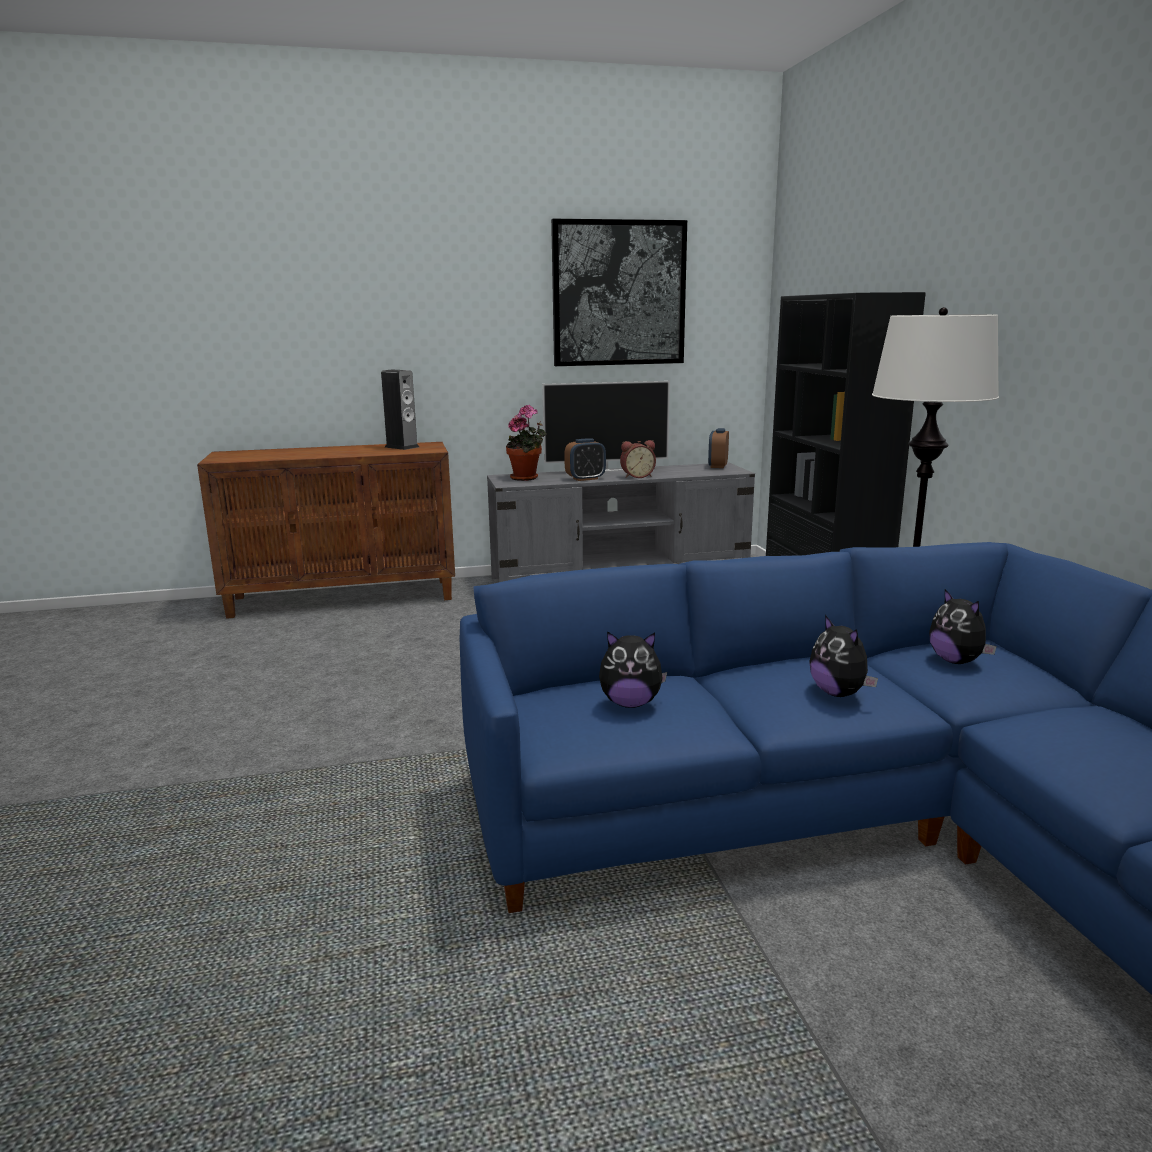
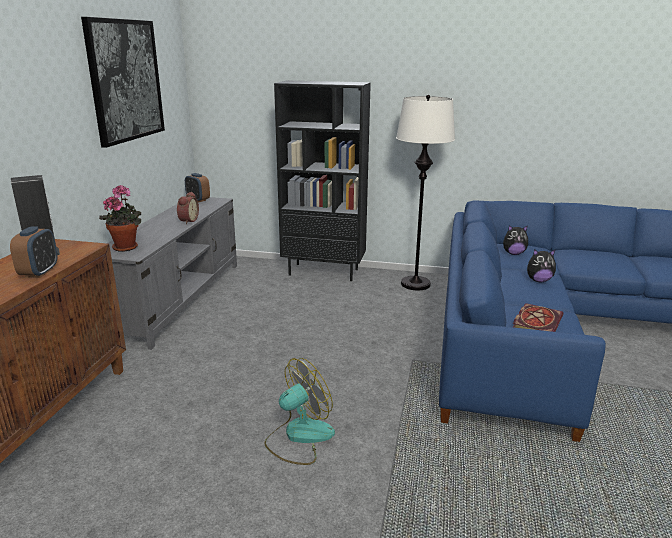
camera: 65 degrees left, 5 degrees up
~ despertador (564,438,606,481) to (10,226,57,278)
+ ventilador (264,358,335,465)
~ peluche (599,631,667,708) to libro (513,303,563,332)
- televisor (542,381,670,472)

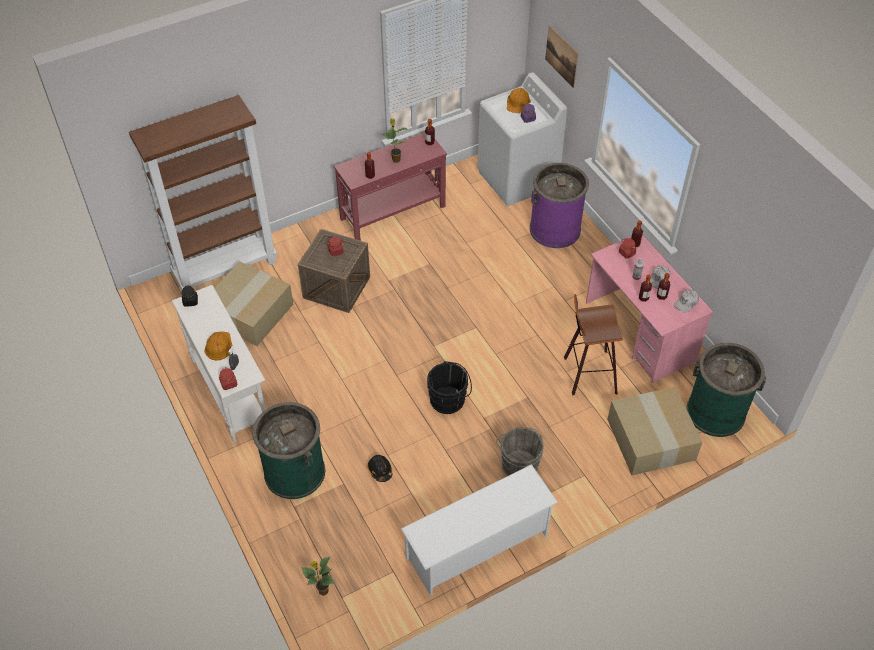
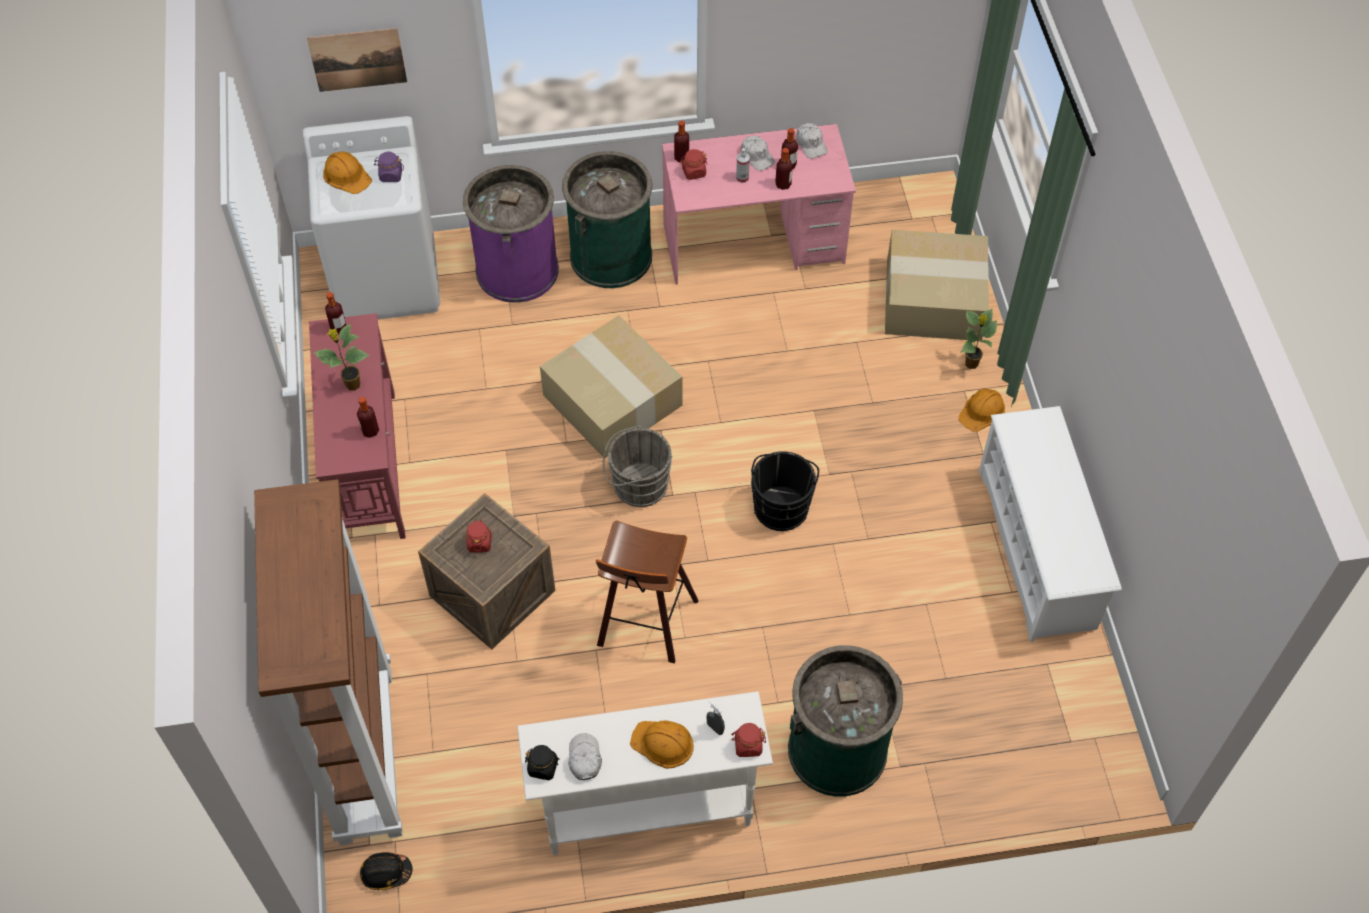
camera: 70 degrees left, 5 degrees up
~ casco [negro] (367,455,392,482) to (360,852,412,890)
~ caja de cartón (215,261,293,346) to (540,315,683,458)
~ papelera [verde] (686,343,766,437) to (562,151,653,288)
+ gorra [blanco] (568,733,602,780)
~ taburete (564,294,623,395) to (596,520,698,663)
~ cubo [gris] (496,427,544,476) to (603,425,672,507)
+ casco [naranja] (958,389,1005,432)
~ planta en maceta (301,557,336,596) to (961,309,997,369)

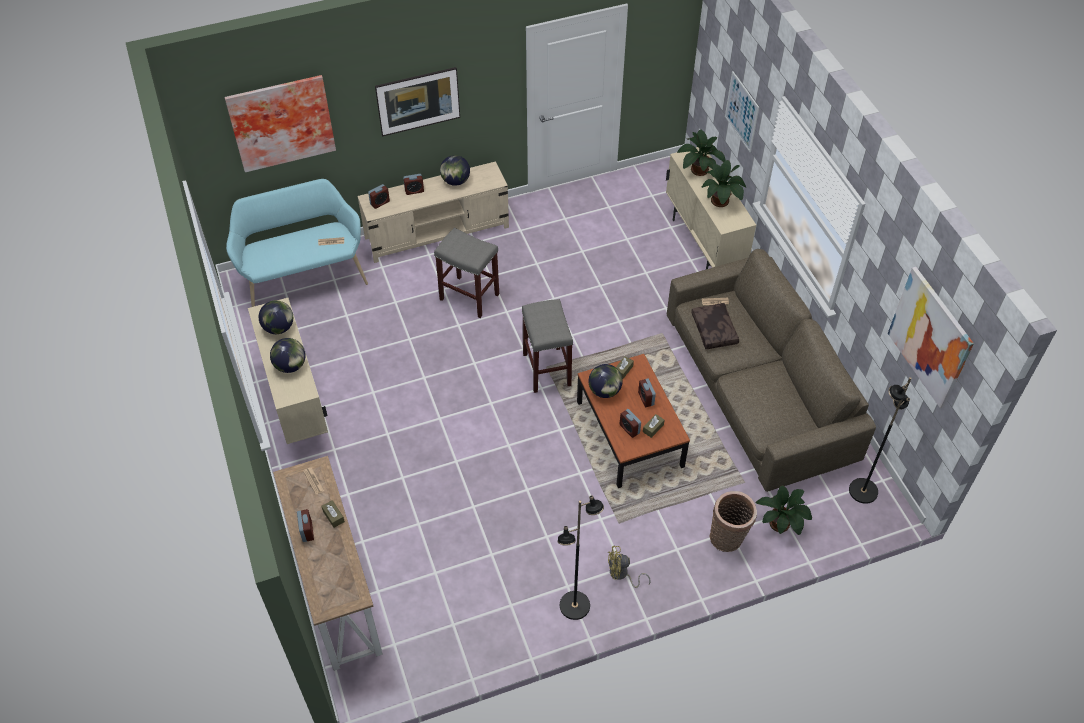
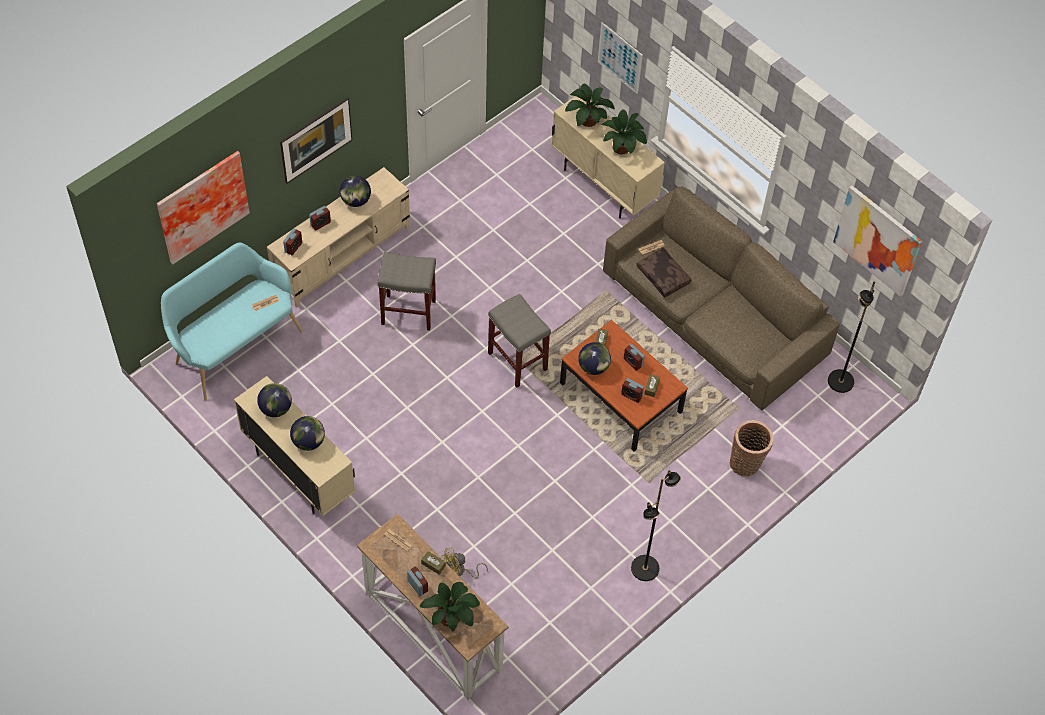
camera: 25 degrees left, 5 degrees up
~ planta en maceta (756,485,812,535) to (420,582,480,631)
~ ventilador [amarillo] (608,546,651,588) to (442,547,488,579)

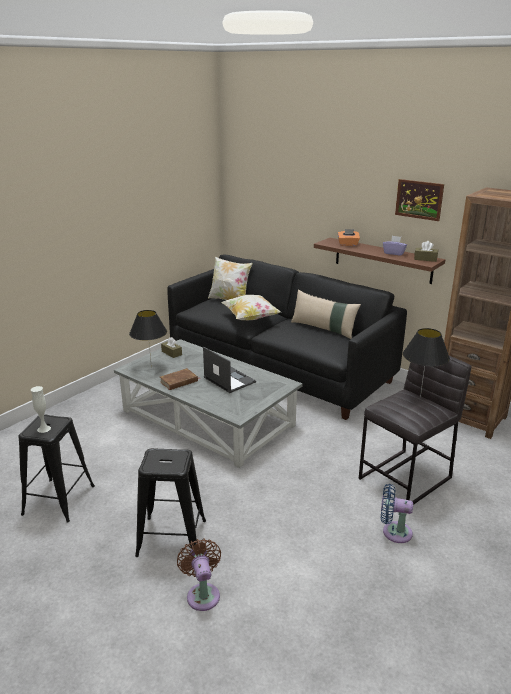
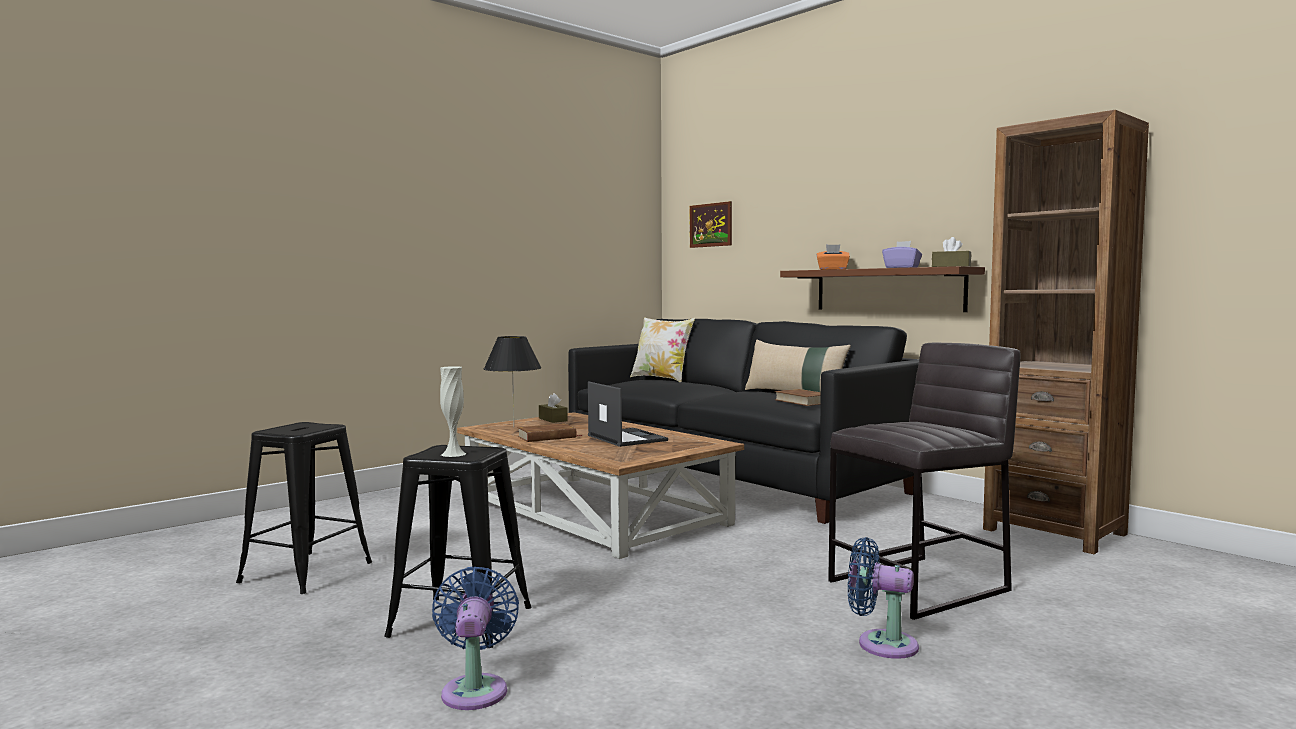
camera: 10 degrees right, 20 degrees down
~ ventilador [marrón] (177,538,221,611) to ventilador [azul] (432,567,519,710)
~ florero [blanco] (31,386,51,433) to (440,366,467,457)
~ mesa de centro [gris] (114,339,302,468) to mesa de centro [marrón] (457,412,744,559)
~ cuadro (395,179,444,221) to (690,201,732,248)
+ libro [marrón] (775,389,821,406)
- cojín (221,295,281,320)
- lámpara de mesa [negro] (403,328,450,398)

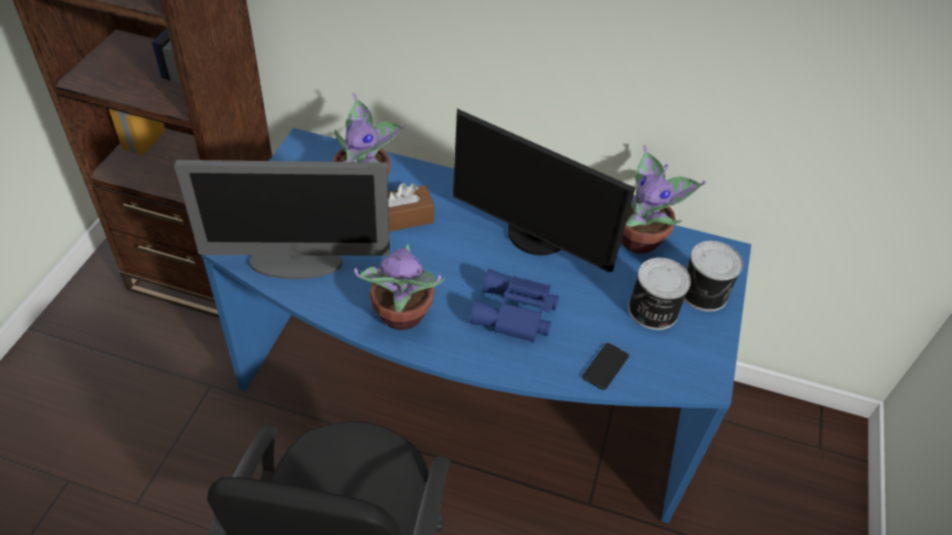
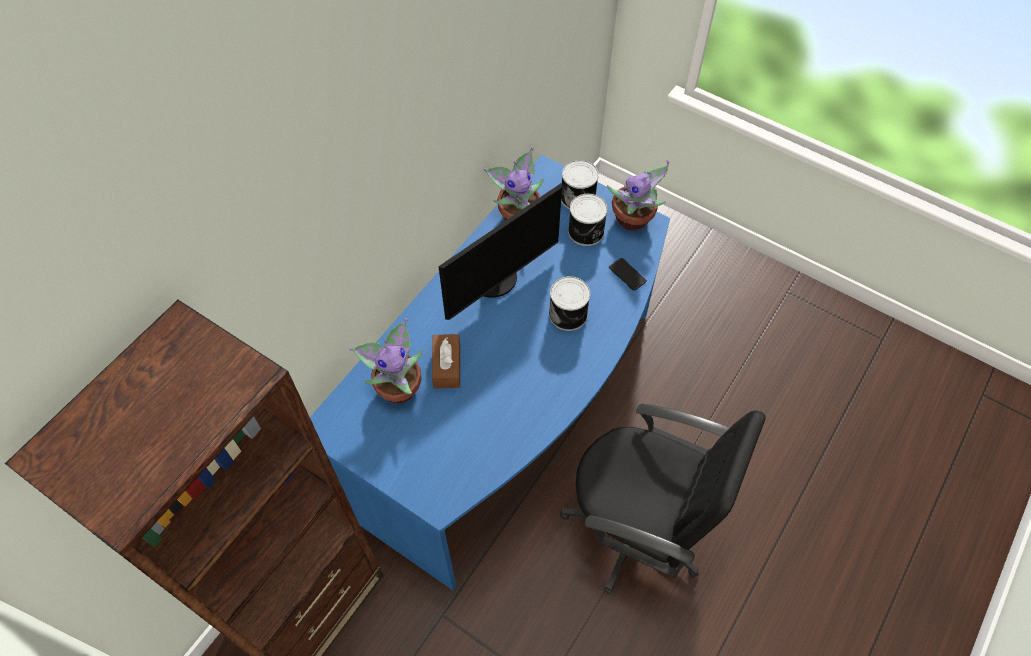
camera: 70 degrees left, 10 degrees up
~ prismáticos [azul] (470,269,559,343) to lata (549,276,590,331)
~ planta en maceta (354,244,445,330) to (607,160,669,231)
- monitor (174,160,390,279)

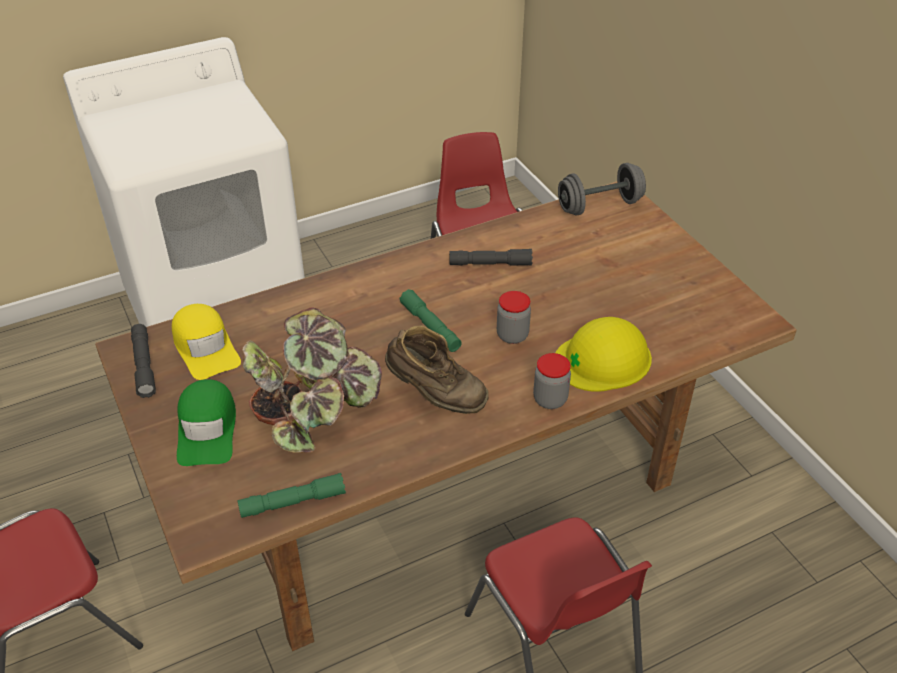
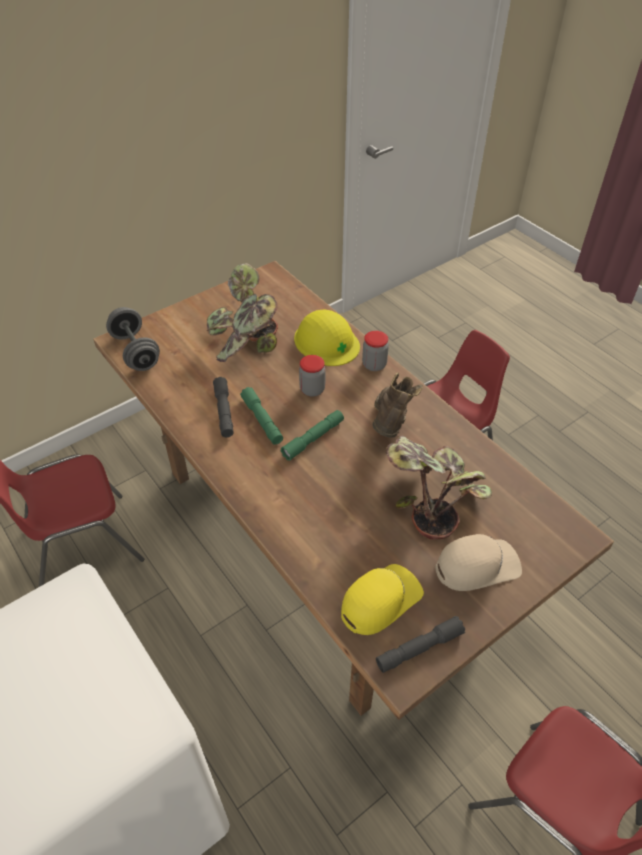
camera: 100 degrees left, 5 degrees up
+ planta en maceta (207,263,278,362)
~ linterna [verde] (238,473,346,518) to (240,387,283,445)
~ gorra [verde] (177,379,236,466) to gorra [beis] (435,534,522,591)

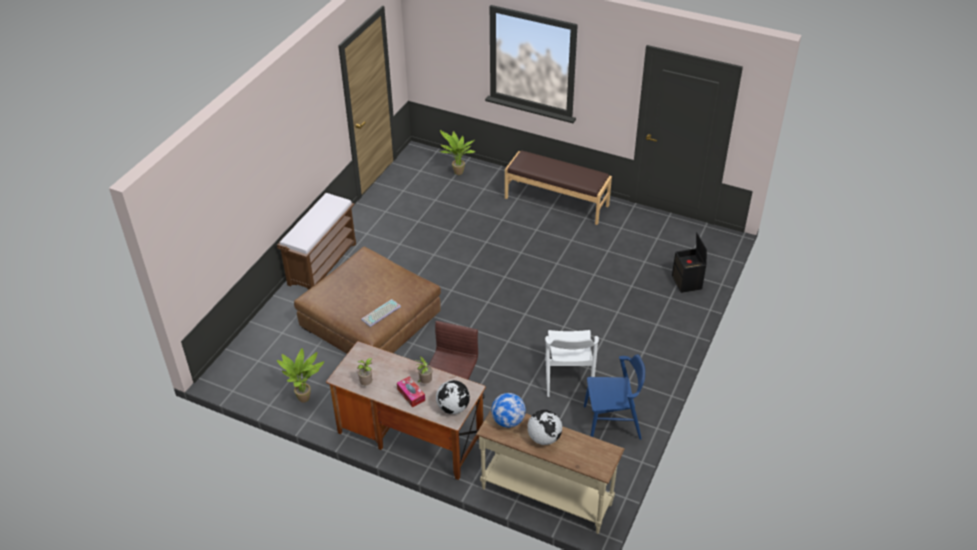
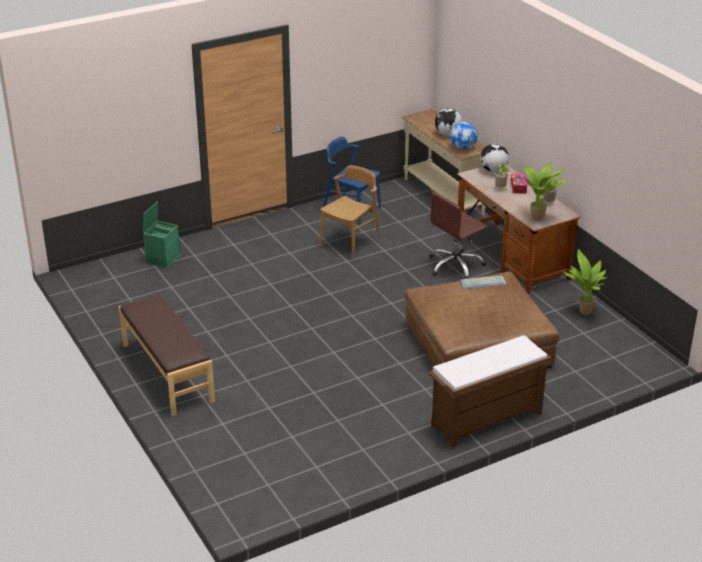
camera: 145 degrees left, 10 degrees down
~ caja de almacenaje [negro] (672,232,707,293) to caja de almacenaje [verde] (143,201,181,268)
~ silla [blanco] (545,330,599,397) to silla [marrón] (319,165,380,259)
~ planta en maceta (440,130,476,175) to (523,162,568,221)

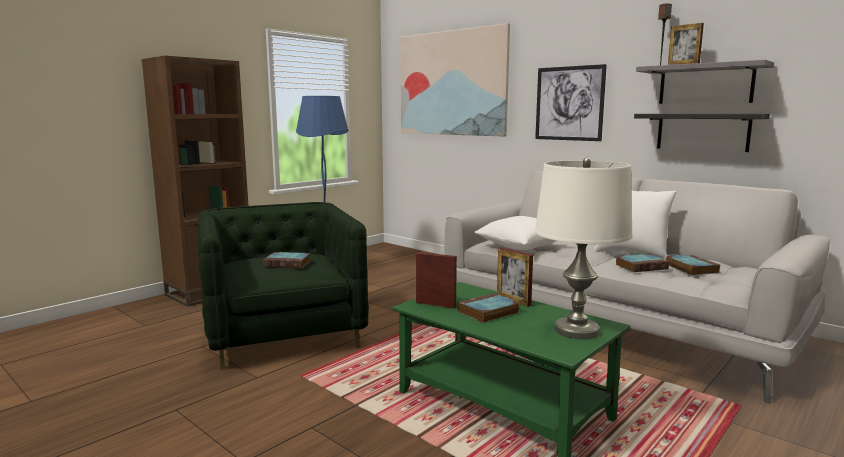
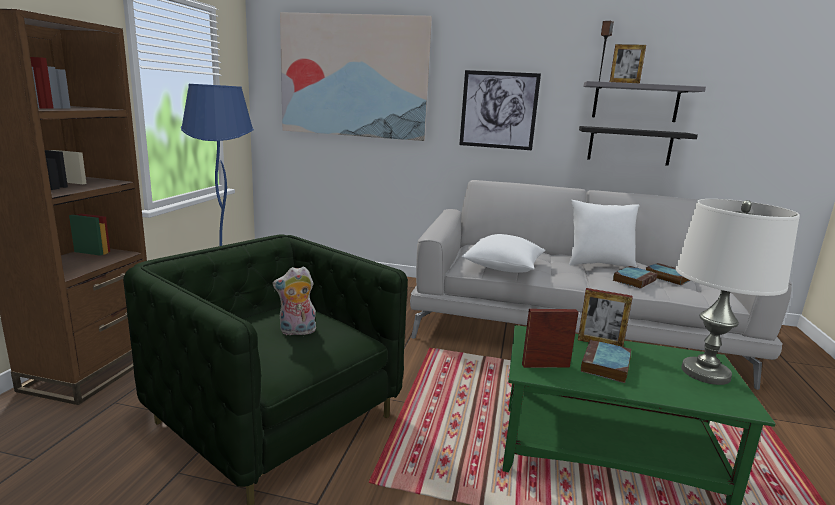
camera: 30 degrees left, 5 degrees up
~ libro (263,252,310,268) to peluche (272,266,316,336)

